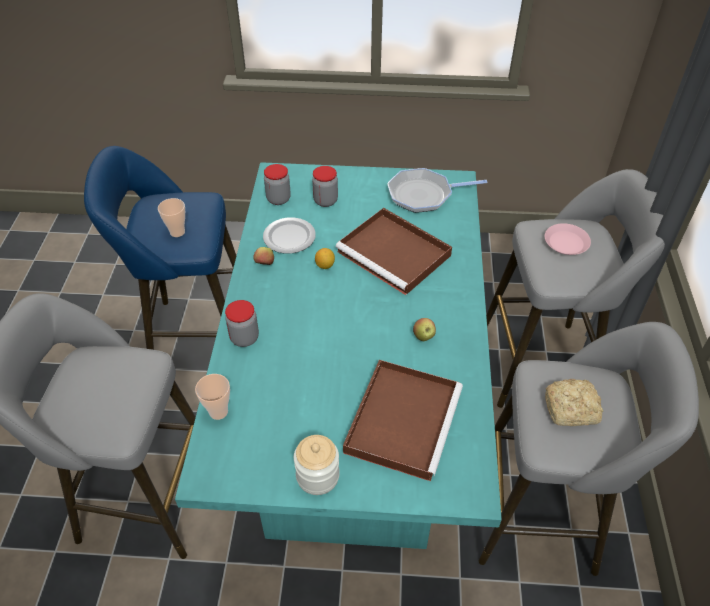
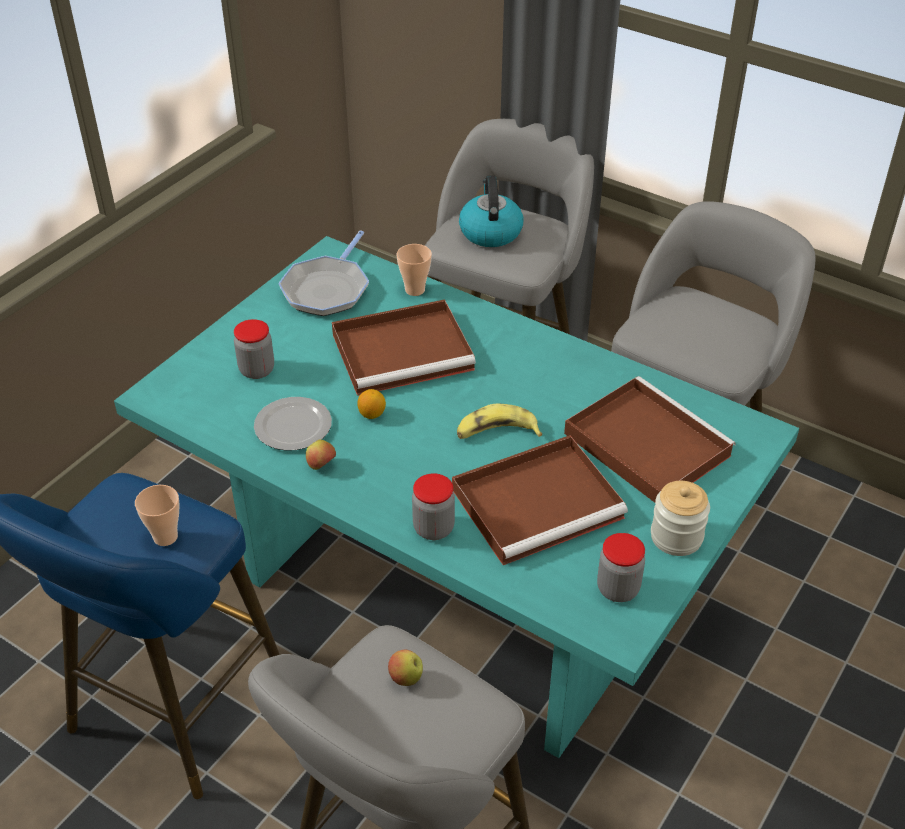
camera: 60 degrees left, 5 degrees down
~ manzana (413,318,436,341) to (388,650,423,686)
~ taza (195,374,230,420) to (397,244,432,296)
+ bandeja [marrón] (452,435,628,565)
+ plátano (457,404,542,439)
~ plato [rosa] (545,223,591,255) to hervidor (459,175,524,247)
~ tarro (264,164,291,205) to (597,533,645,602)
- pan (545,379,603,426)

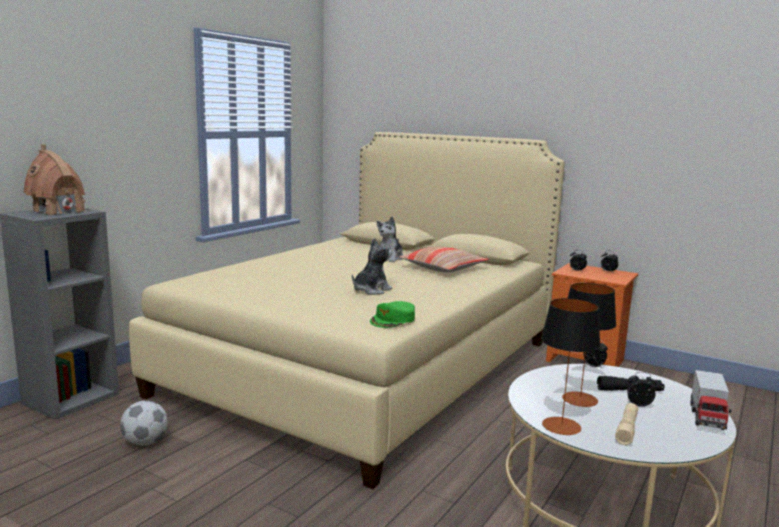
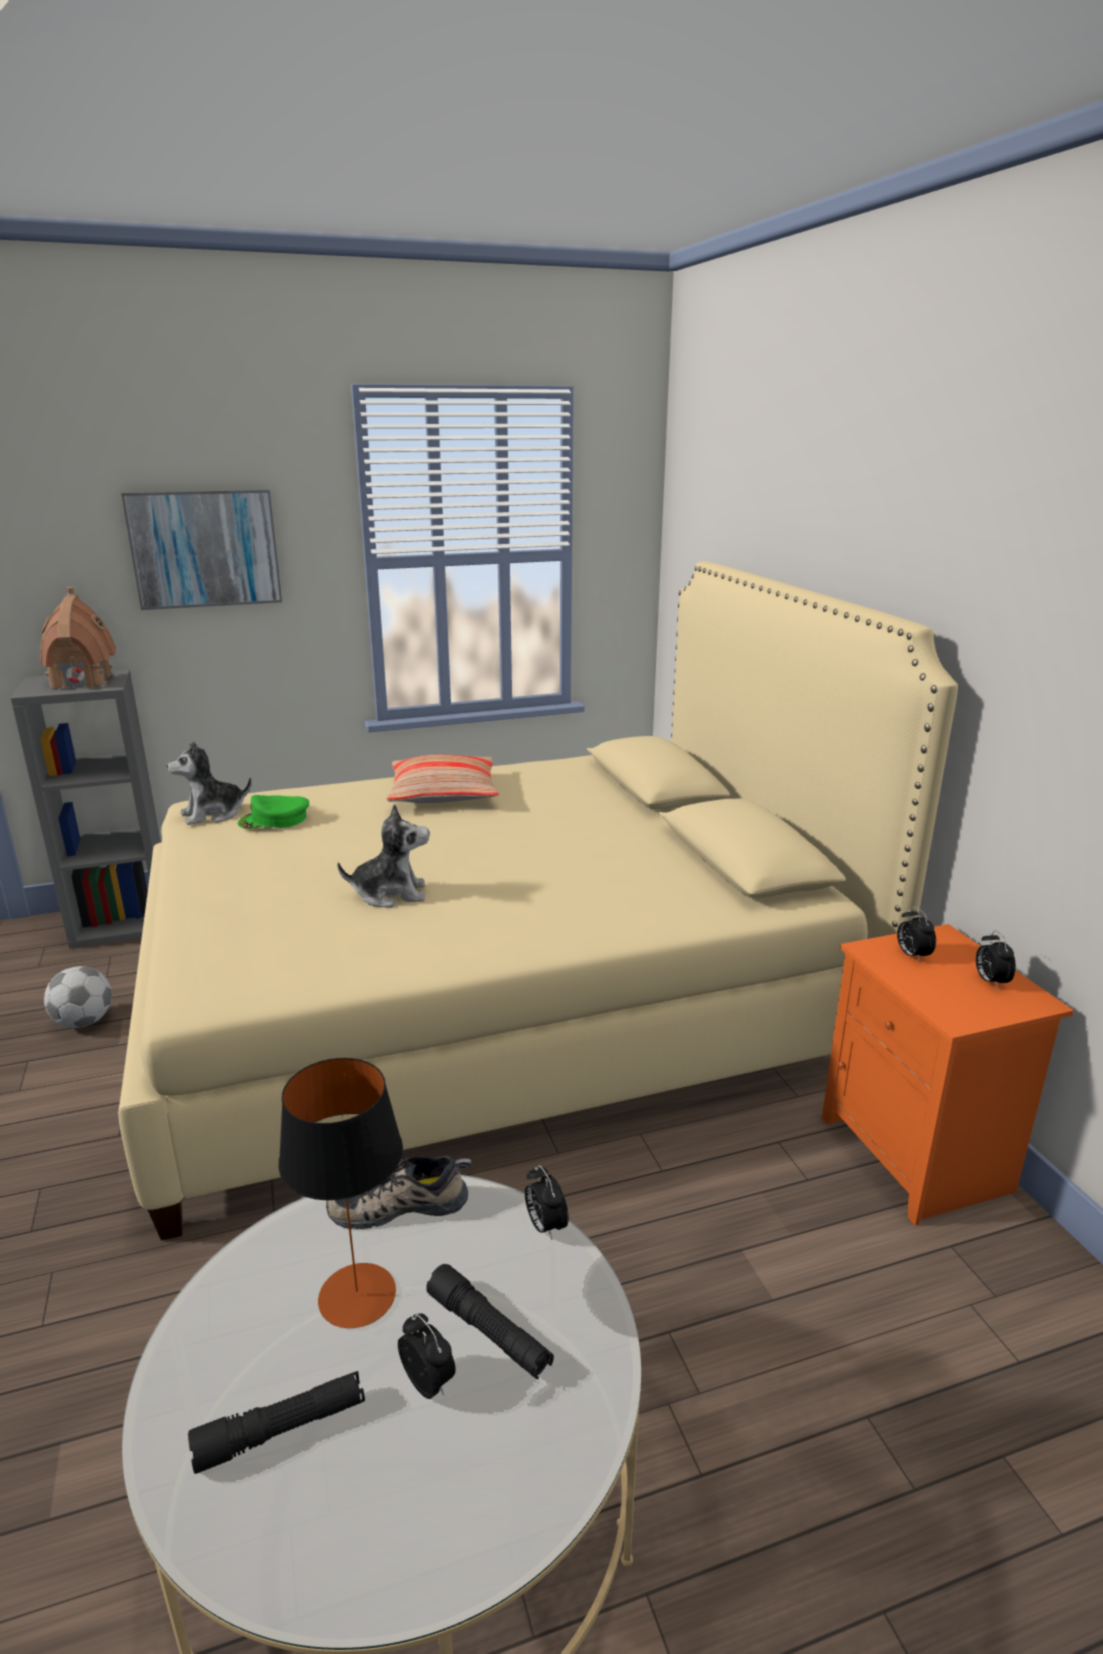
camera: 40 degrees right, 10 degrees up
+ cuadro (121,489,282,610)
~ peluche (376,217,403,262) to (167,741,252,825)
~ linterna [beis] (615,403,638,445) to linterna [negro] (188,1371,365,1474)
~ gorra [verde] (370,301,415,328) to (238,795,309,829)
+ zapato (326,1156,471,1229)
~ cojín (398,247,489,272) to (387,755,499,803)
- lámpara de mesa (541,298,601,435)
- camión de juguete (690,370,732,430)

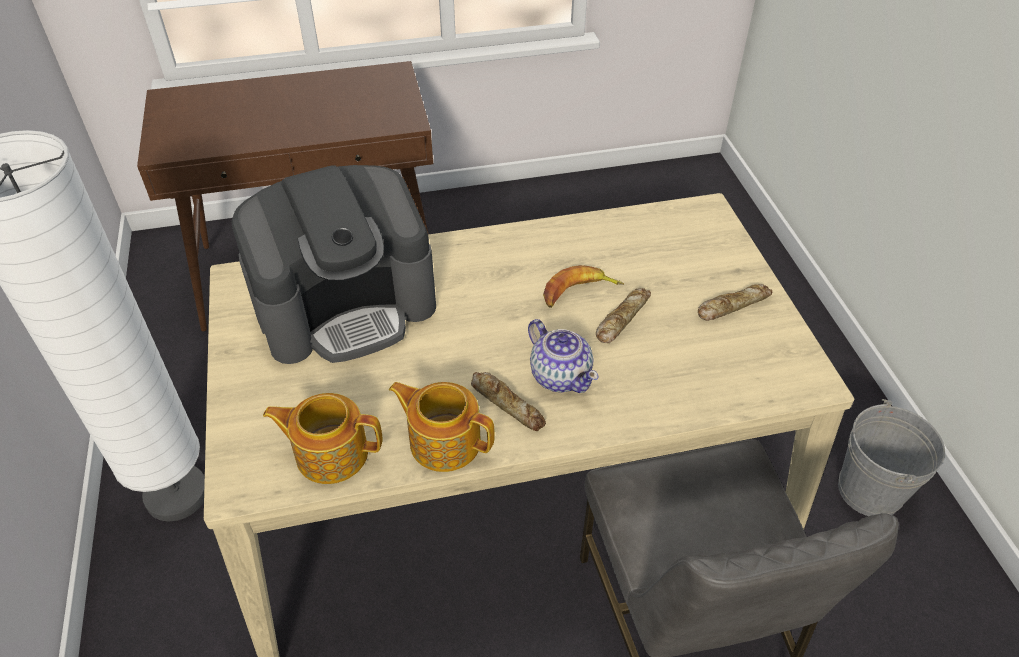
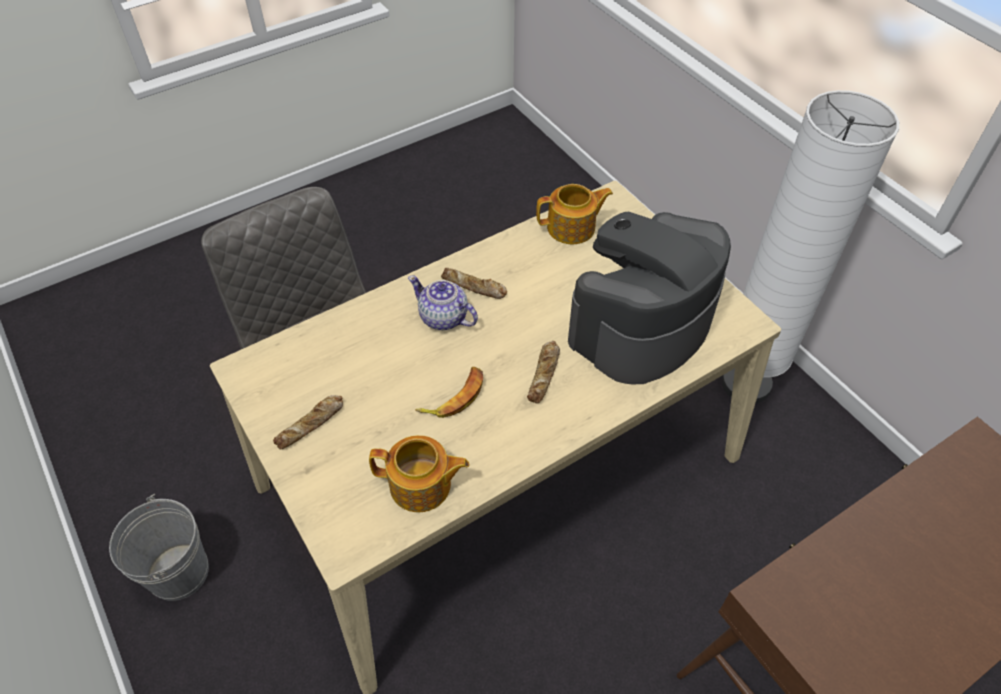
camera: 160 degrees right, 5 degrees up
~ tetera (389,382,495,472) to (369,435,469,512)
~ pan (596,288,651,343) to (527,341,560,404)

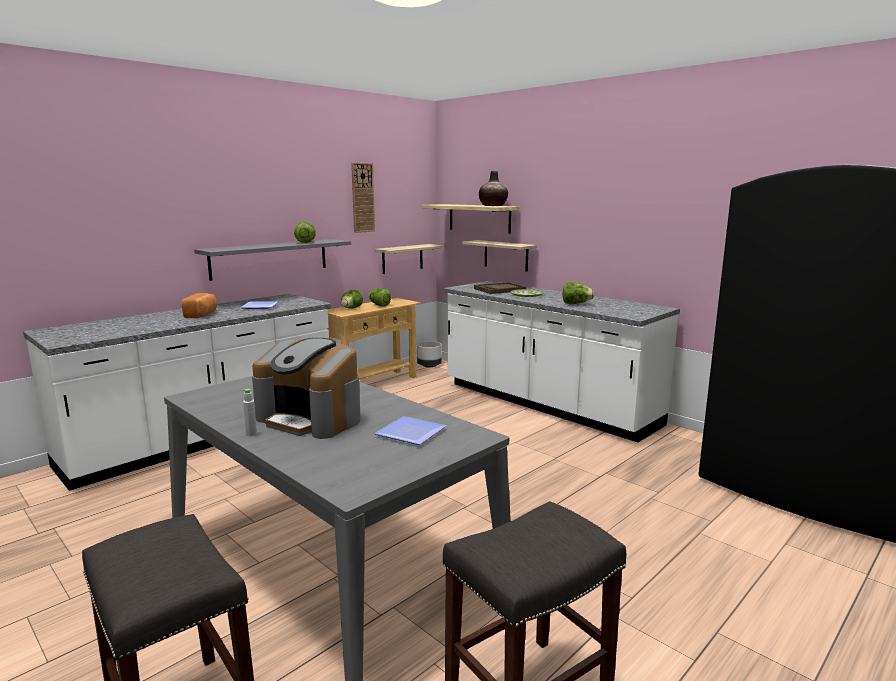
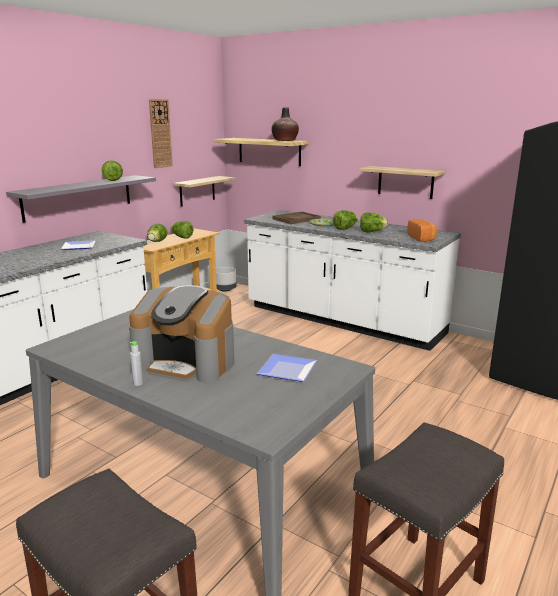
camera: 10 degrees left, 5 degrees up
+ lechuga (333,210,358,230)
~ estante (462,240,537,272) to (359,166,446,199)
~ pan (182,293,217,318) to (407,219,437,242)

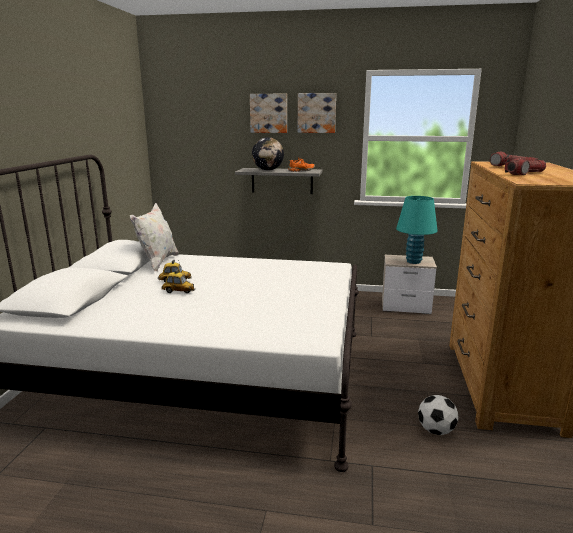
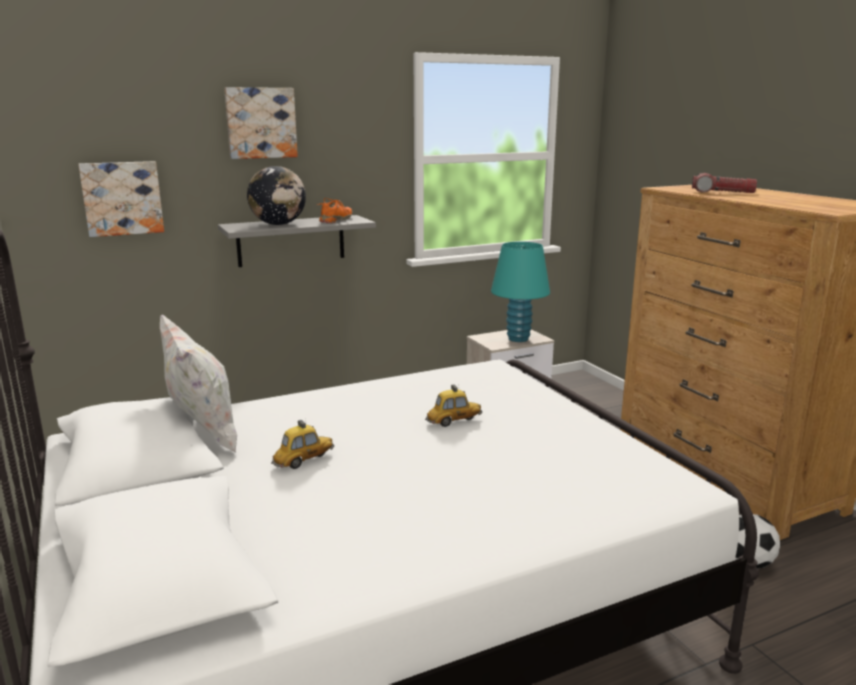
camera: 35 degrees left, 0 degrees up
~ cuadro (298,93,336,133) to (78,161,164,237)
~ coche de juguete (161,269,195,293) to (425,384,482,427)
- linterna (505,158,546,175)

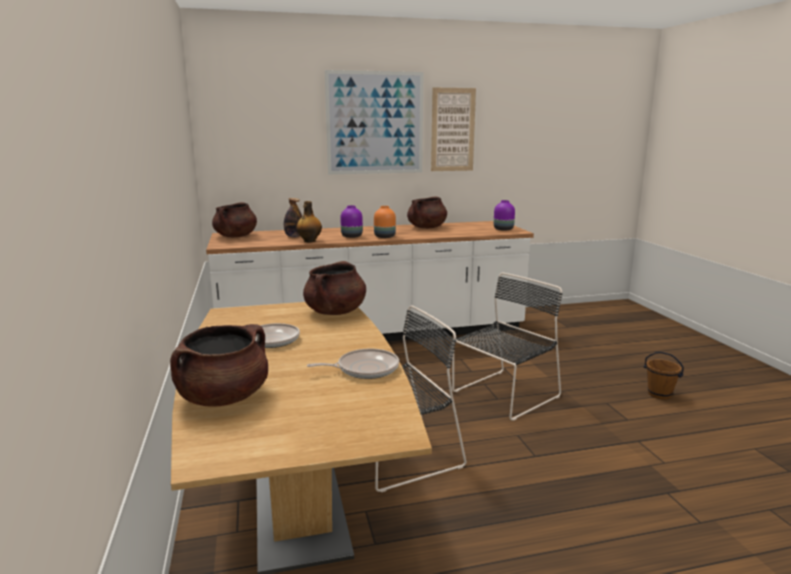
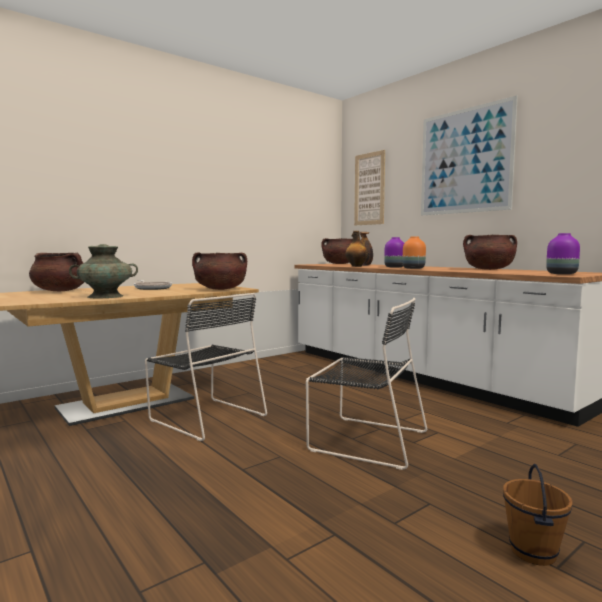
camera: 65 degrees right, 10 degrees down
~ sartén (307,349,399,379) to florero [turquesa] (69,244,138,299)
~ cuadro (431,88,476,171) to (354,150,385,225)

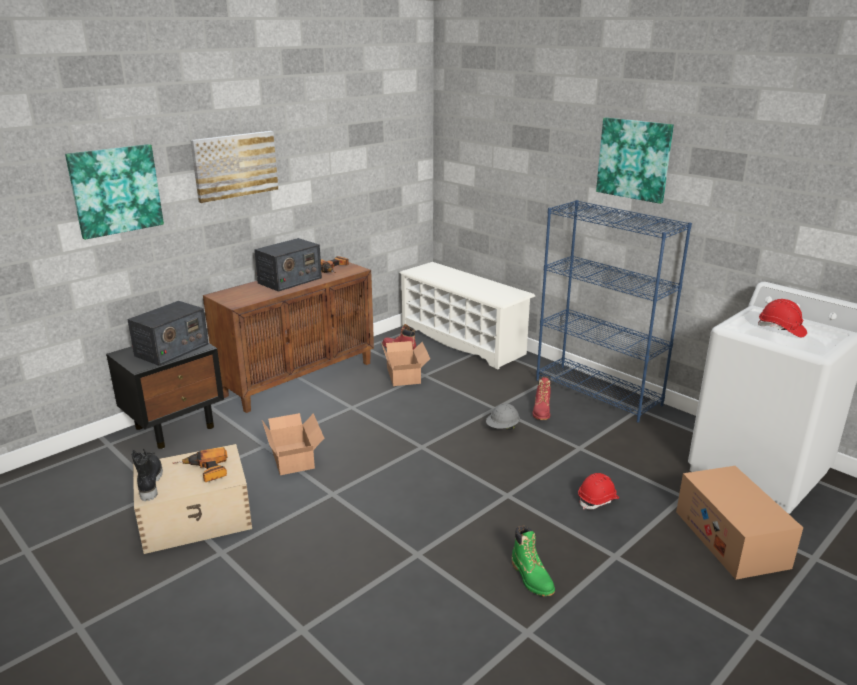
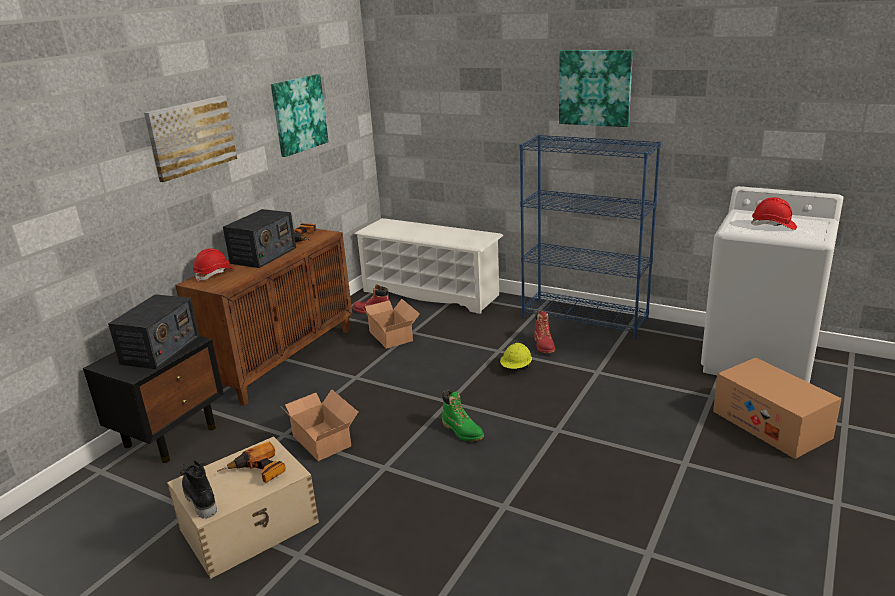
camera: 15 degrees left, 0 degrees up
~ casco [rojo] (578,473,619,510) to (193,248,234,282)
~ cuadro (65,144,164,240) to (271,74,329,157)
~ bota [verde] (512,526,555,596) to (442,390,484,441)
~ casco [gris] (486,403,520,430) to casco [amarillo] (500,343,532,369)

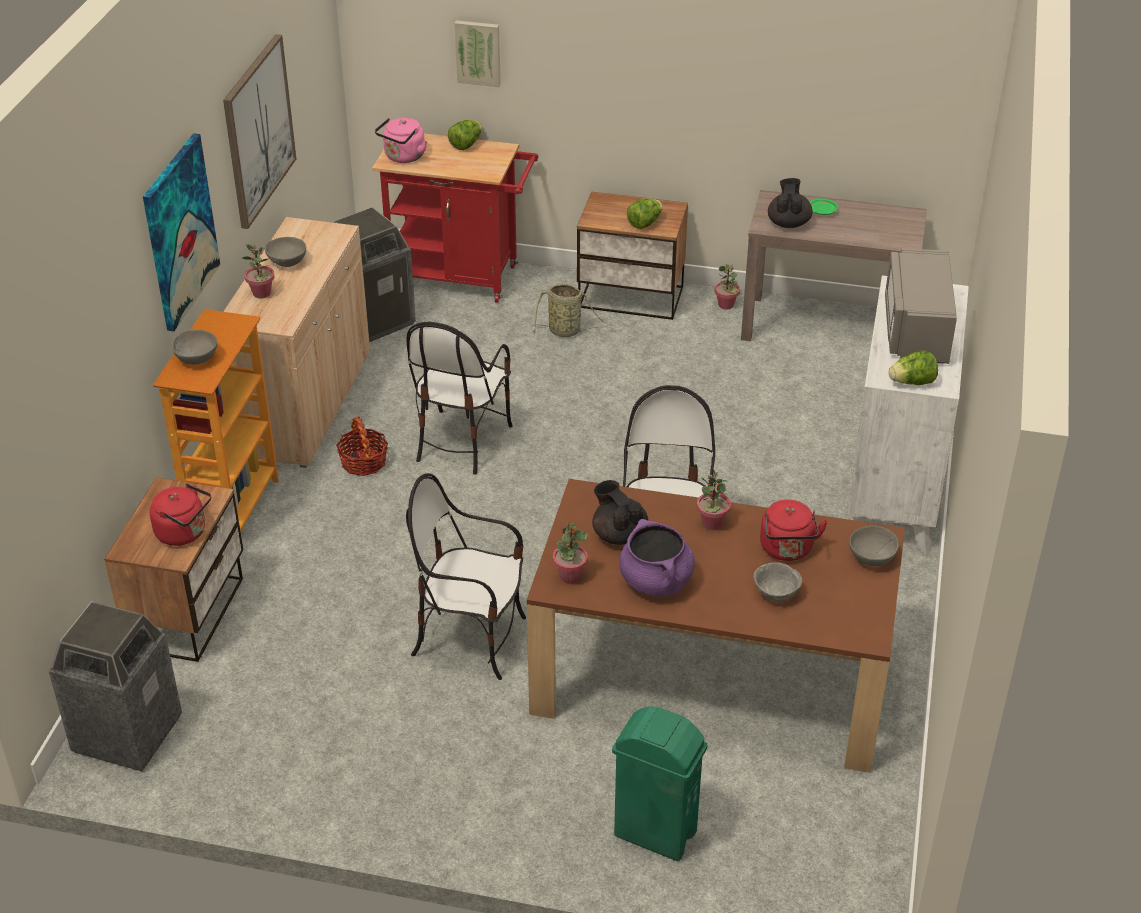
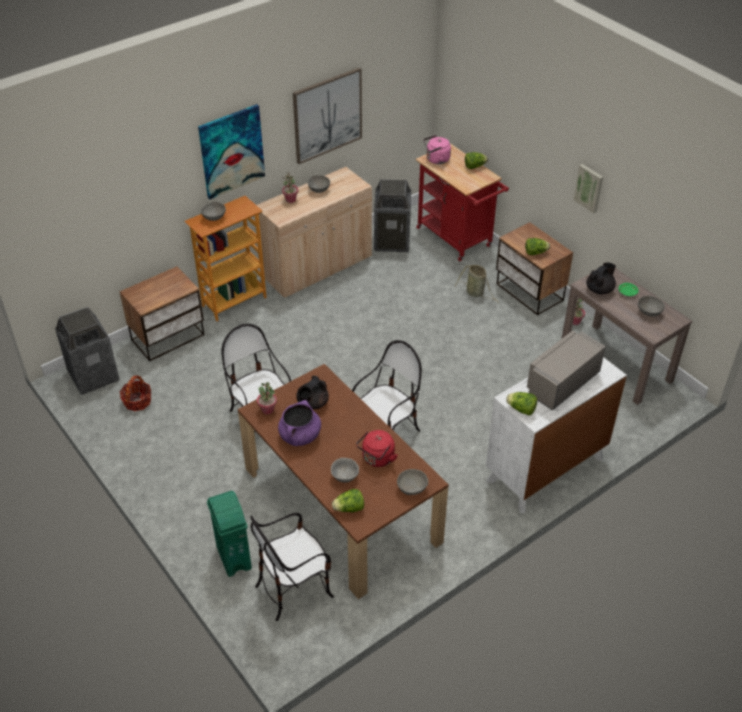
camera: 40 degrees right, 5 degrees up
~ cesta (336,416,388,476) to (119,376,151,411)
~ silla (406,322,513,475) to (250,513,334,621)
~ tetera [negro] (592,480,648,545) = (296,376,329,409) 150 degrees counterclockwise
+ lechuga (332,489,364,512)
~ cuadro (455,20,501,87) to (574,164,603,213)
+ cuenco [gris] (638,295,665,316)
- hervidor [rojo] (150,483,211,546)
- planta en maceta (697,469,731,530)

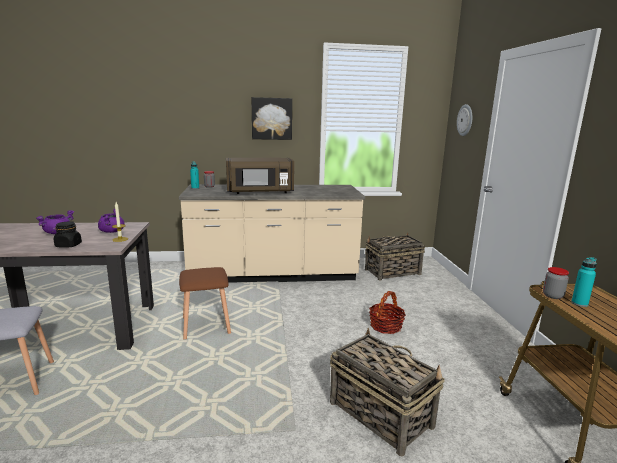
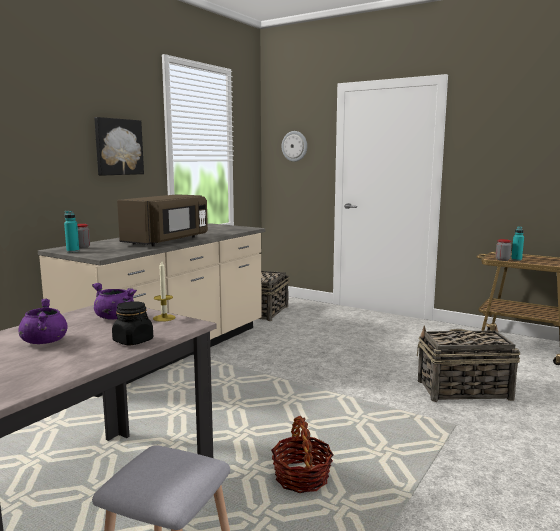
camera: 50 degrees left, 5 degrees down
~ cesta (369,291,406,334) to (271,416,334,493)
- taburete [marrón] (179,267,231,340)

